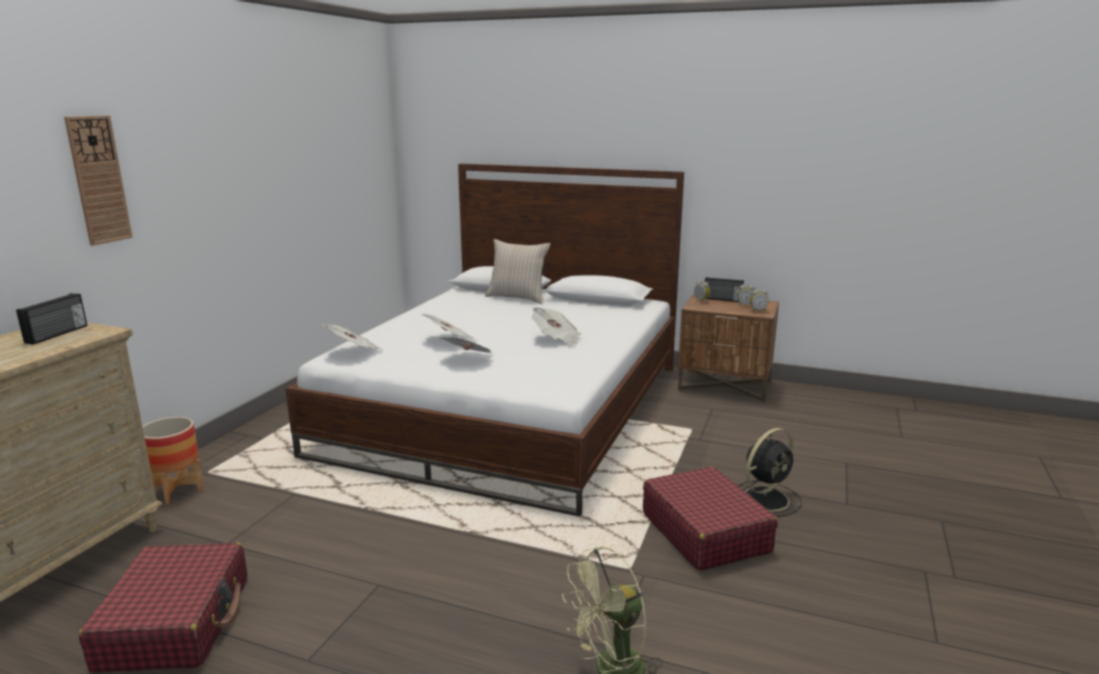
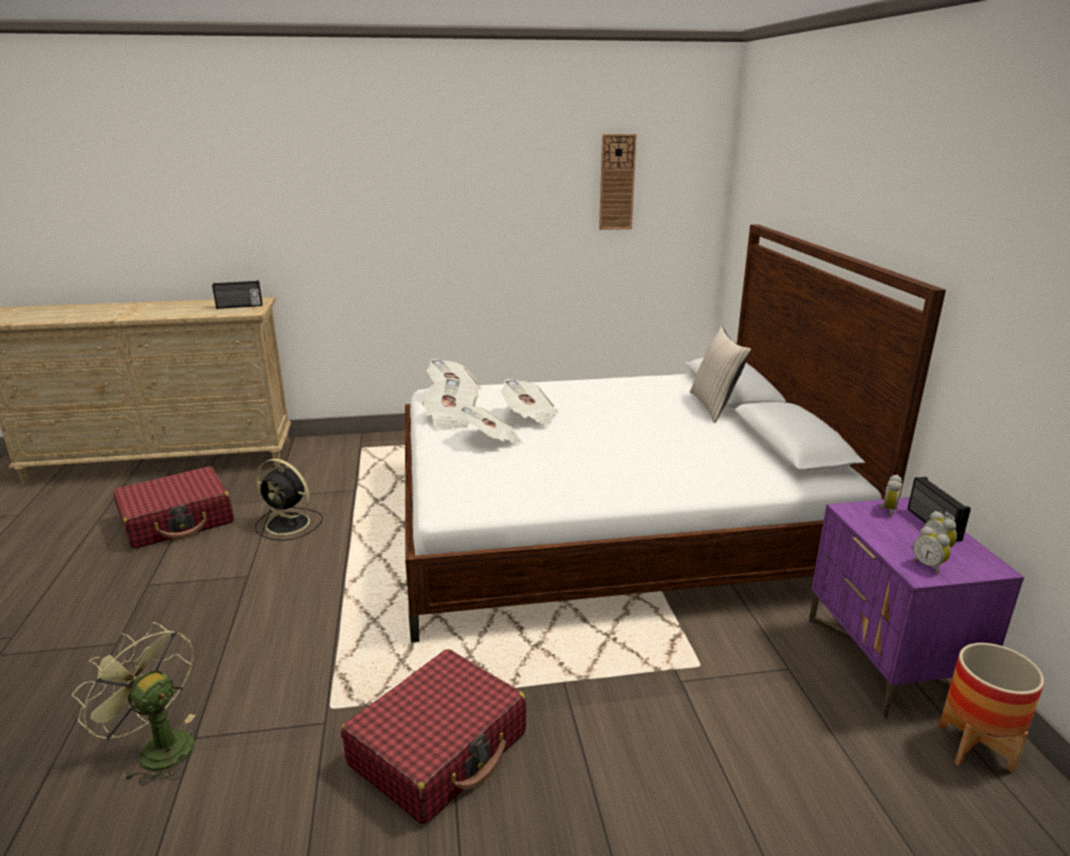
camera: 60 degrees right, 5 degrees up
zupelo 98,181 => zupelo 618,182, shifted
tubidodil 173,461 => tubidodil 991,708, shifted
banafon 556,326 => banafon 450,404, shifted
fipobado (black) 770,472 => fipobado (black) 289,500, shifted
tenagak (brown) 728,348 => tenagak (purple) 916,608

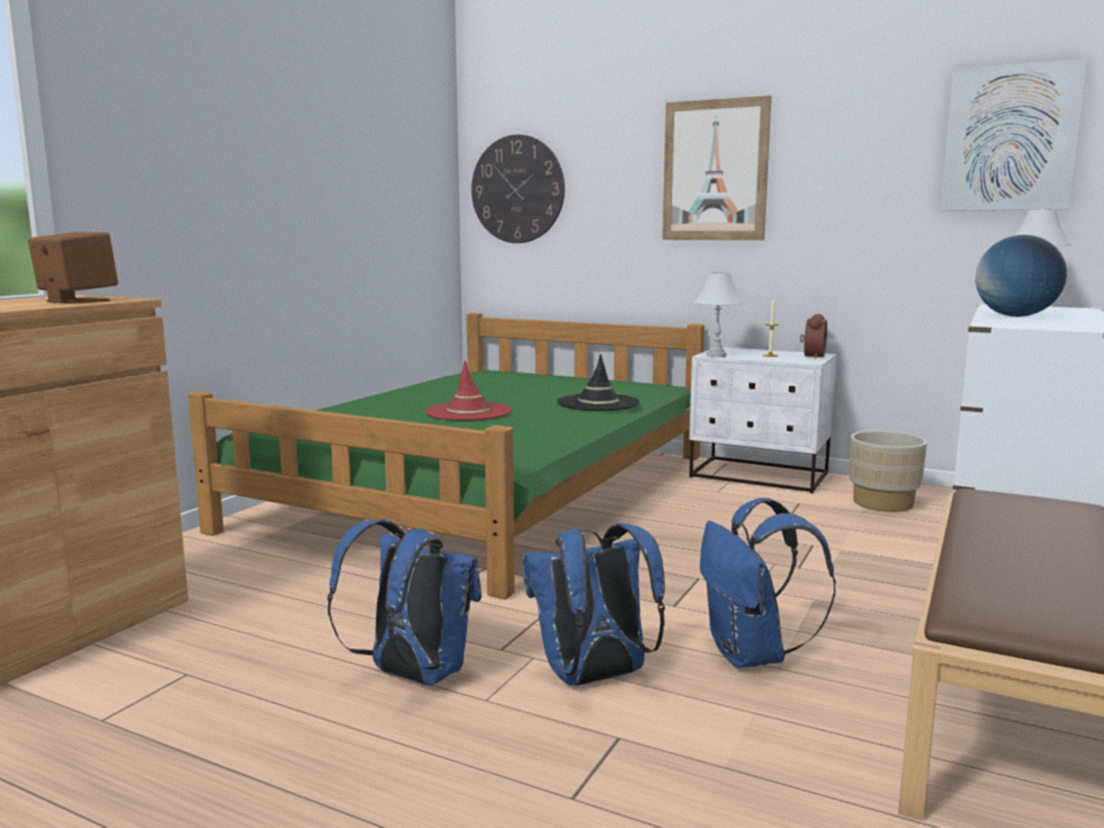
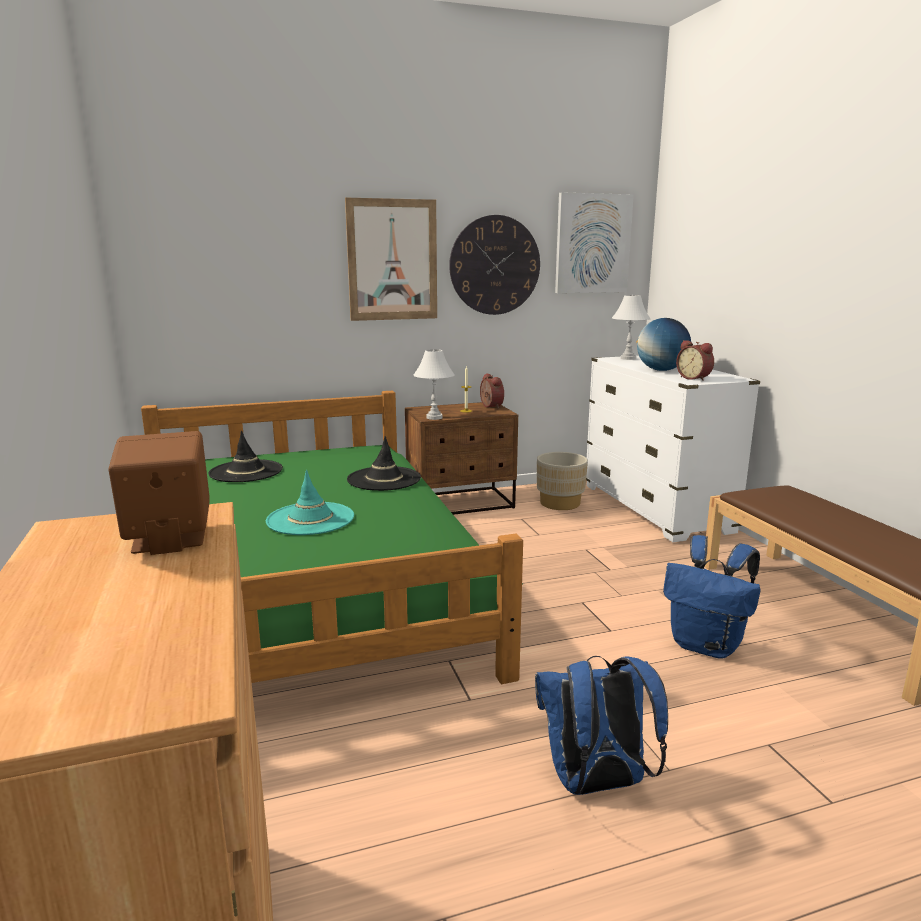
camera: 45 degrees left, 5 degrees up
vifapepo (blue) 593,604 => nothing
nothing => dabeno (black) 245,456
nothing => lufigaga 695,360
zupelo 518,188 => zupelo 494,265, shifted
dabeno (red) 468,391 => dabeno (turquoise) 310,502
tenagak (white) 763,420 => tenagak (brown) 461,458

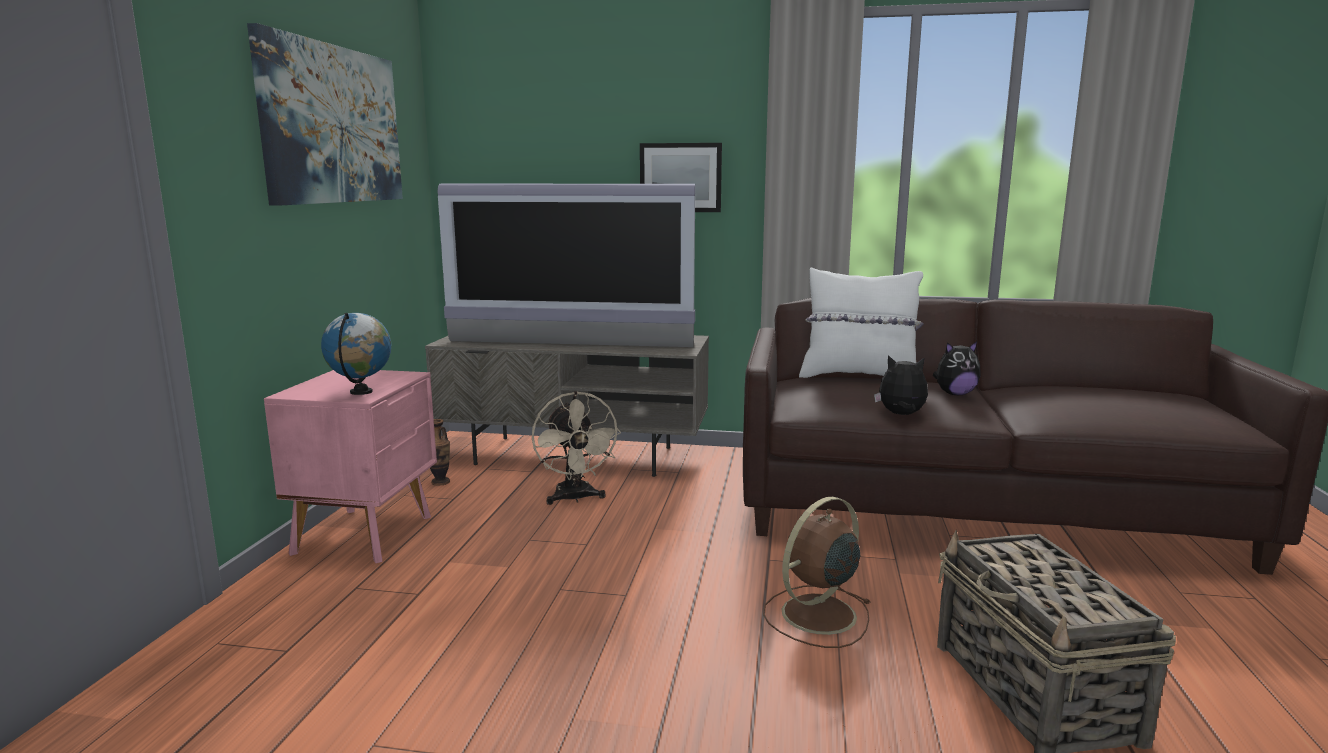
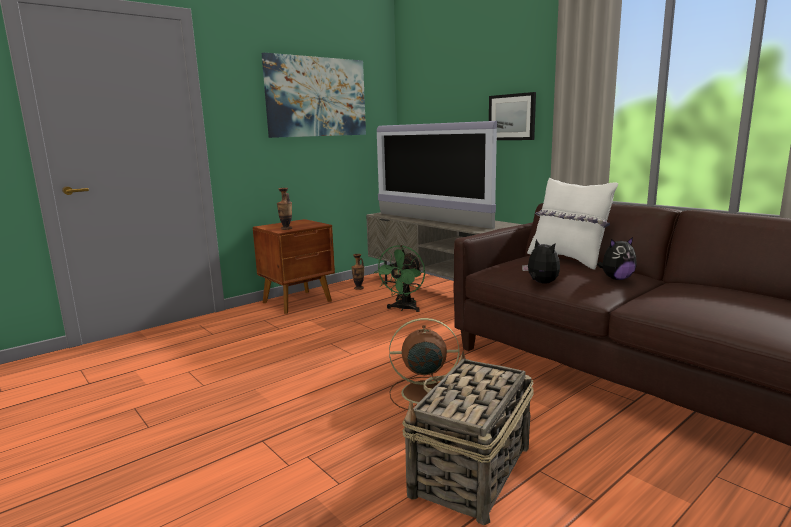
camera: 40 degrees right, 0 degrees up
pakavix 356,354 => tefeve 284,209
tenagak (pink) 350,466 => tenagak (brown) 294,266
fipobado (beige) 576,448 => fipobado (green) 399,278
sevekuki 957,368 => sevekuki 617,258, 45 degrees counterclockwise

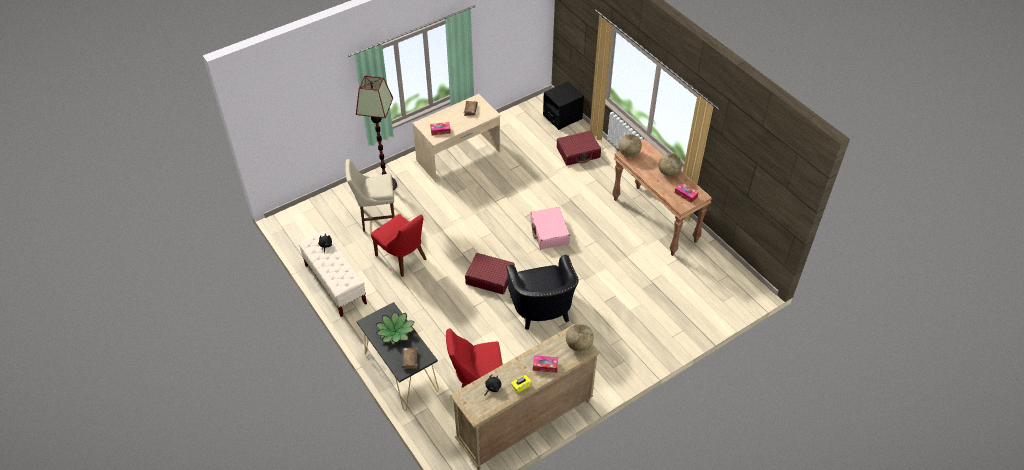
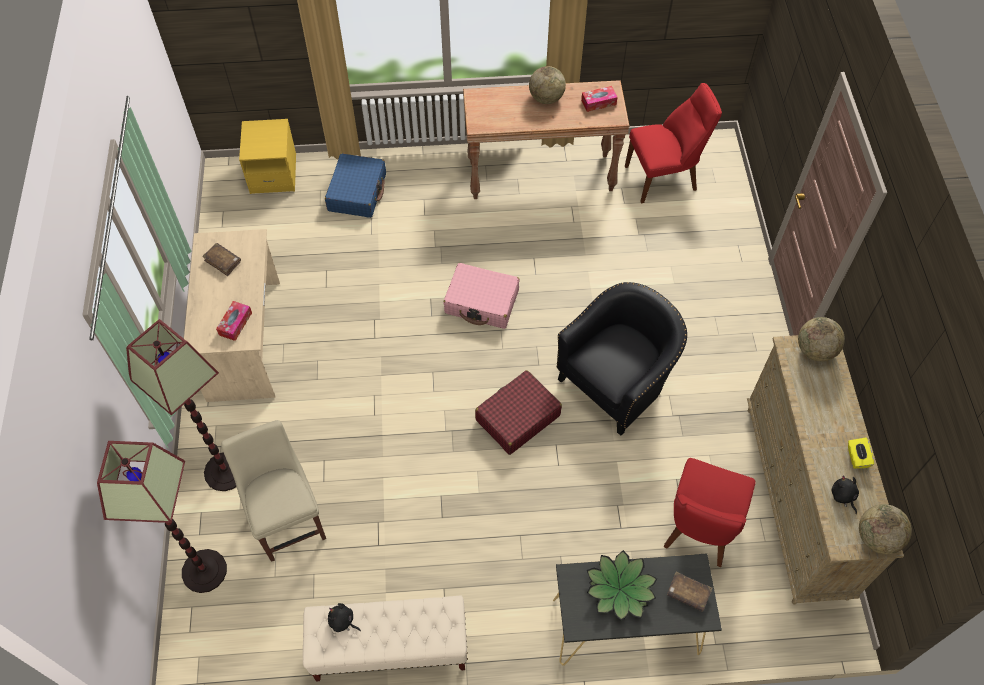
camera: 60 degrees left, 10 degrees up
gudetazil 545,364 => nothing
nothing => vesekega 162,517
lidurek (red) 398,245 => lidurek (red) 673,143, shifted
pakavix 630,145 => pakavix 885,529, shifted
tenagak (black) 563,106 => tenagak (yellow) 267,156
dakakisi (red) 579,148 => dakakisi (blue) 355,185
lidurek (beige) 370,195 => lidurek (beige) 273,491, 135 degrees clockwise
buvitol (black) 542,292 => buvitol (black) 622,359, 60 degrees counterclockwise

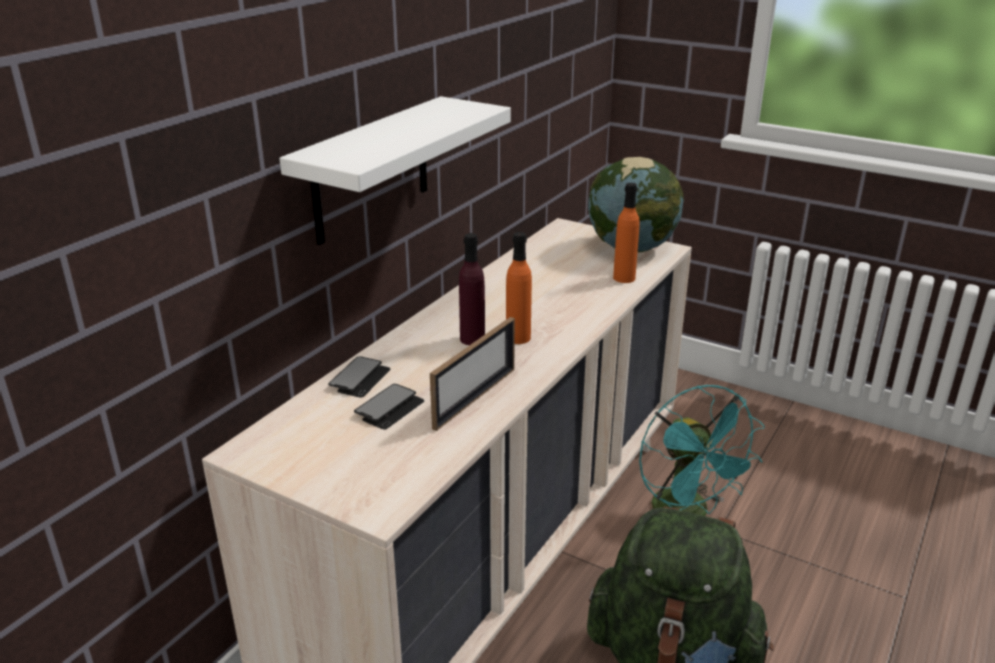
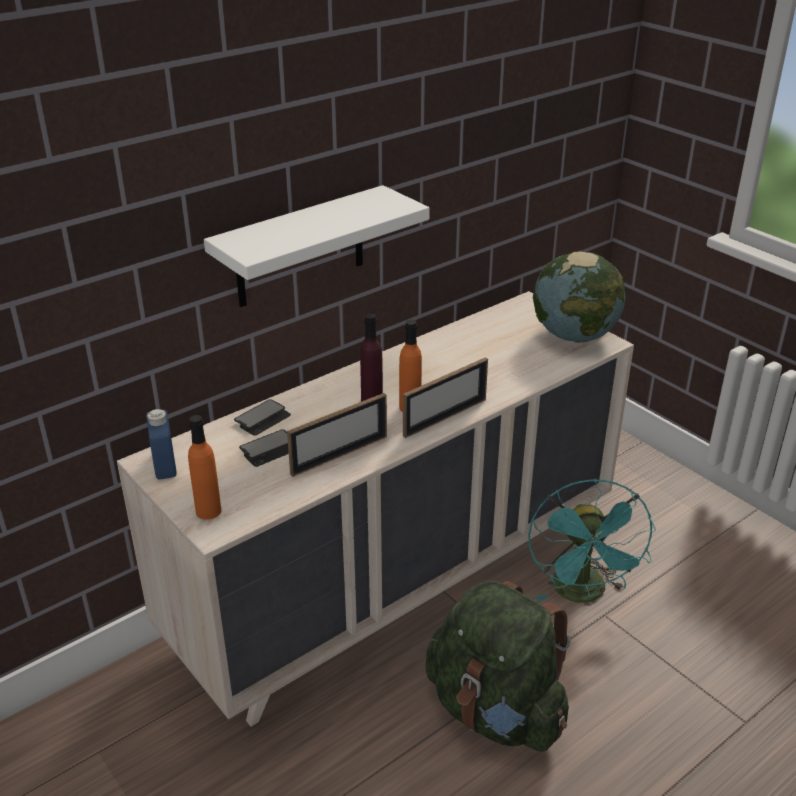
camera: 20 degrees right, 5 degrees up
nothing => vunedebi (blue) 161,444
nothing => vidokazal 445,397
vunedebi (orange) 626,233 => vunedebi (orange) 204,467, shifted

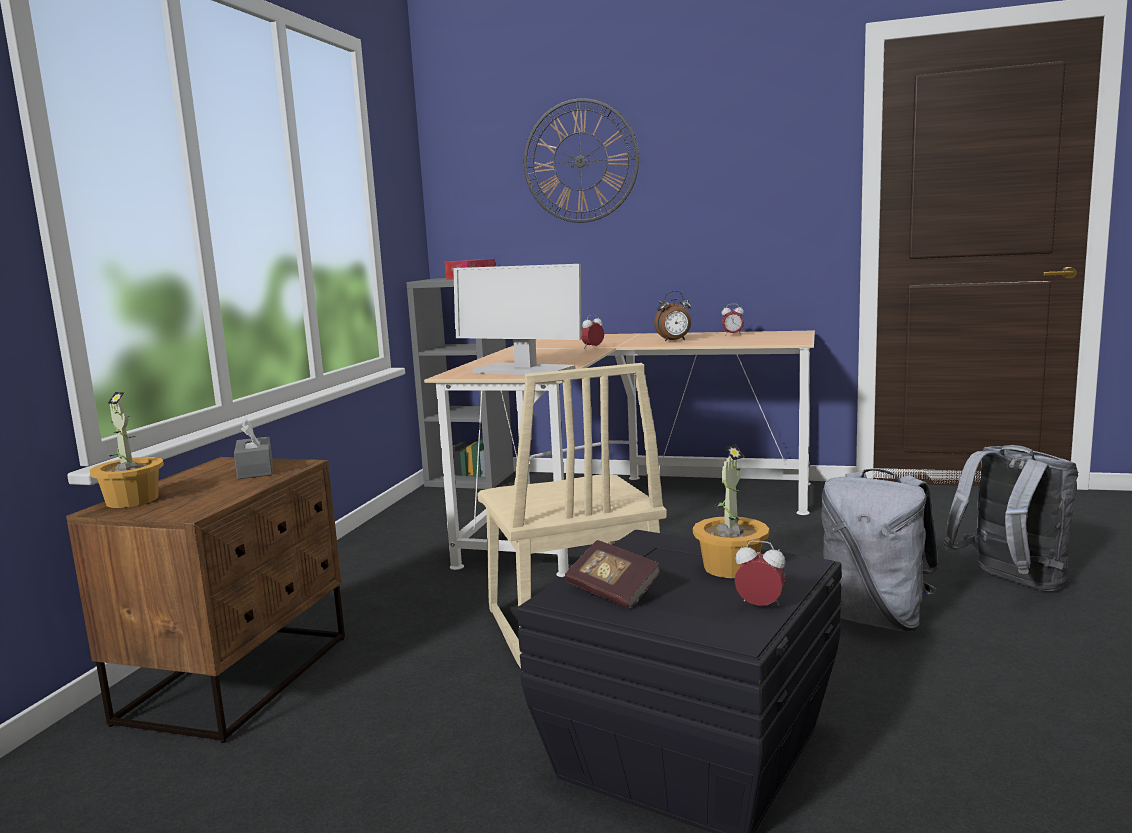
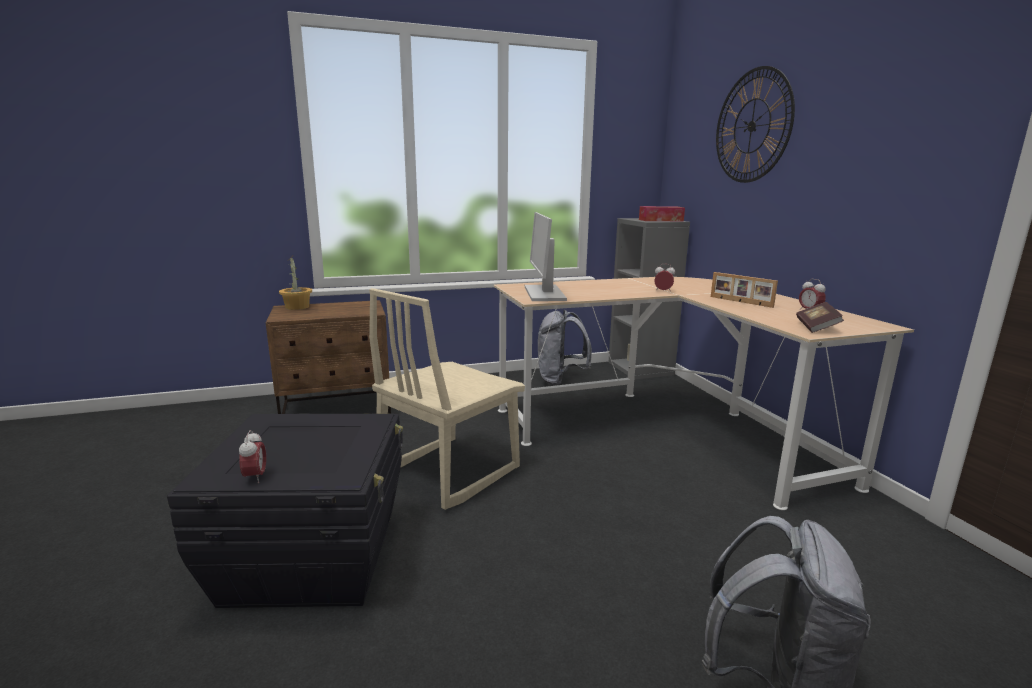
camera: 55 degrees right, 5 degrees up
gudetazil (grey) 253,449 => nothing
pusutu 731,511 => nothing
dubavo 613,574 => dubavo 820,317, shifted
vifapepo (grey) 880,550 => vifapepo (grey) 565,347, shifted
lufigaga 672,316 => vidokazal 744,290

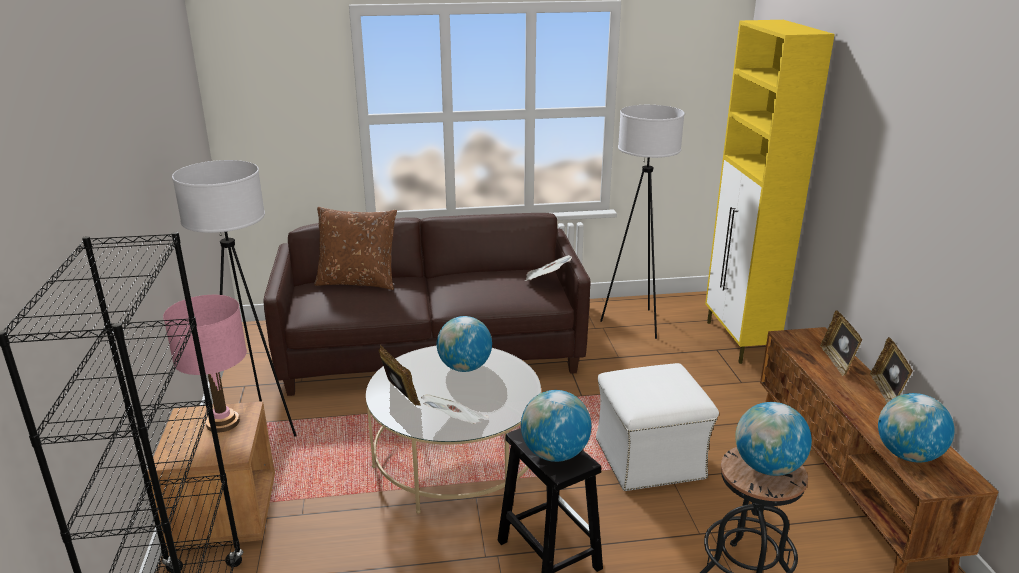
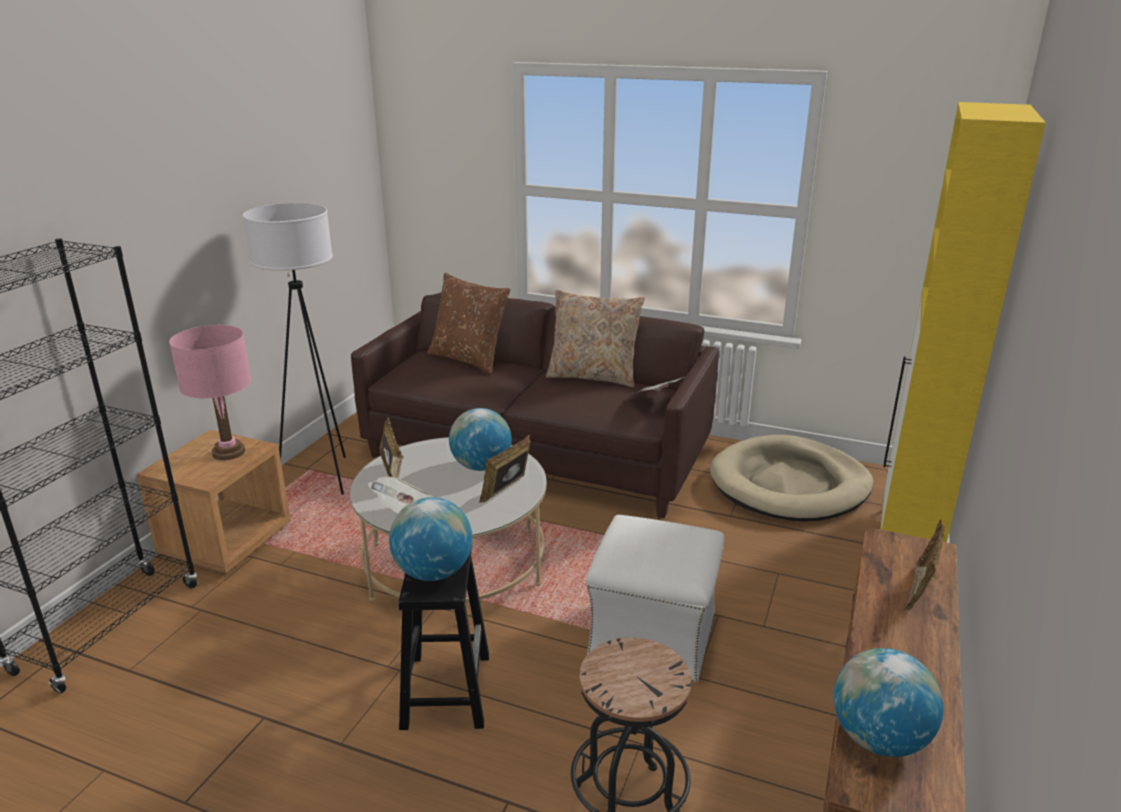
camera: 30 degrees right, 0 degrees up
pakavix 773,439 => nothing
nothing => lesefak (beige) 595,338
vidokazal 891,370 => vidokazal 505,469, shifted
vesekega (white) 642,222 => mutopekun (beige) 792,478

